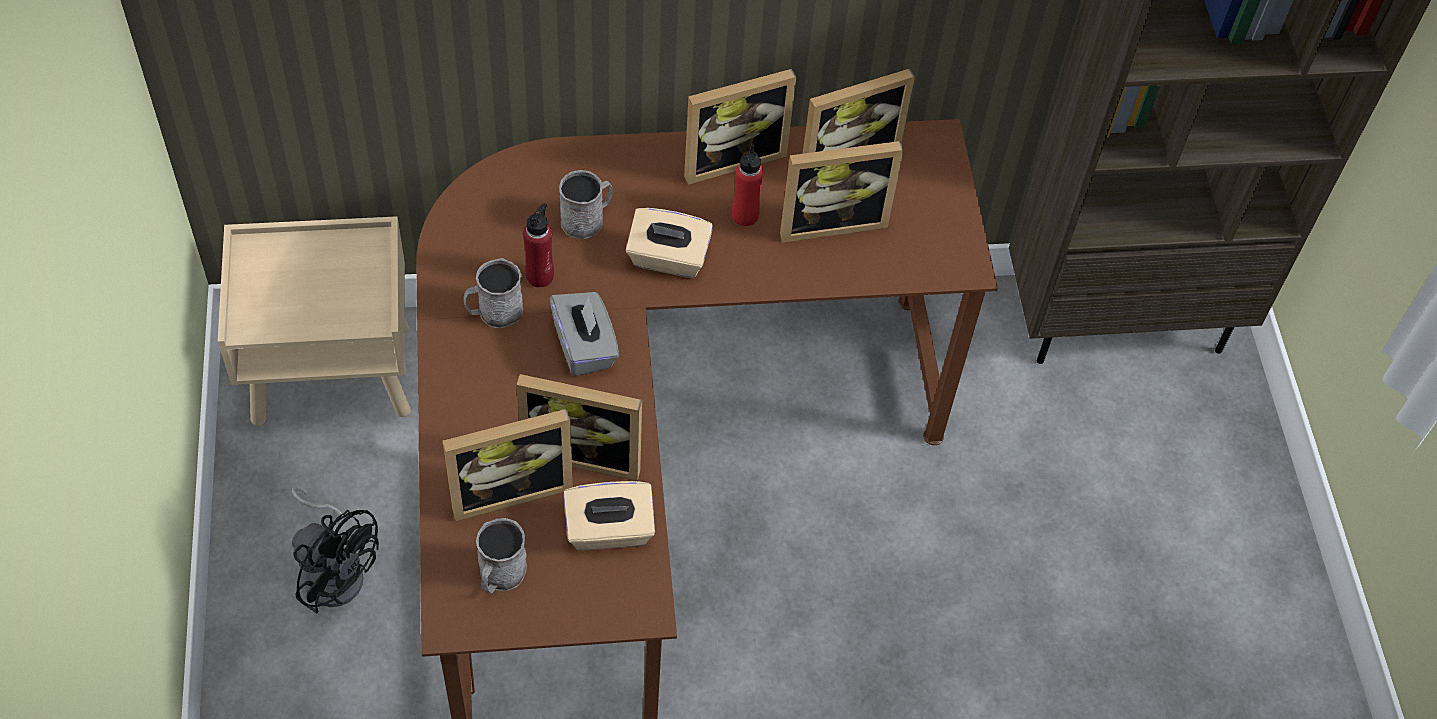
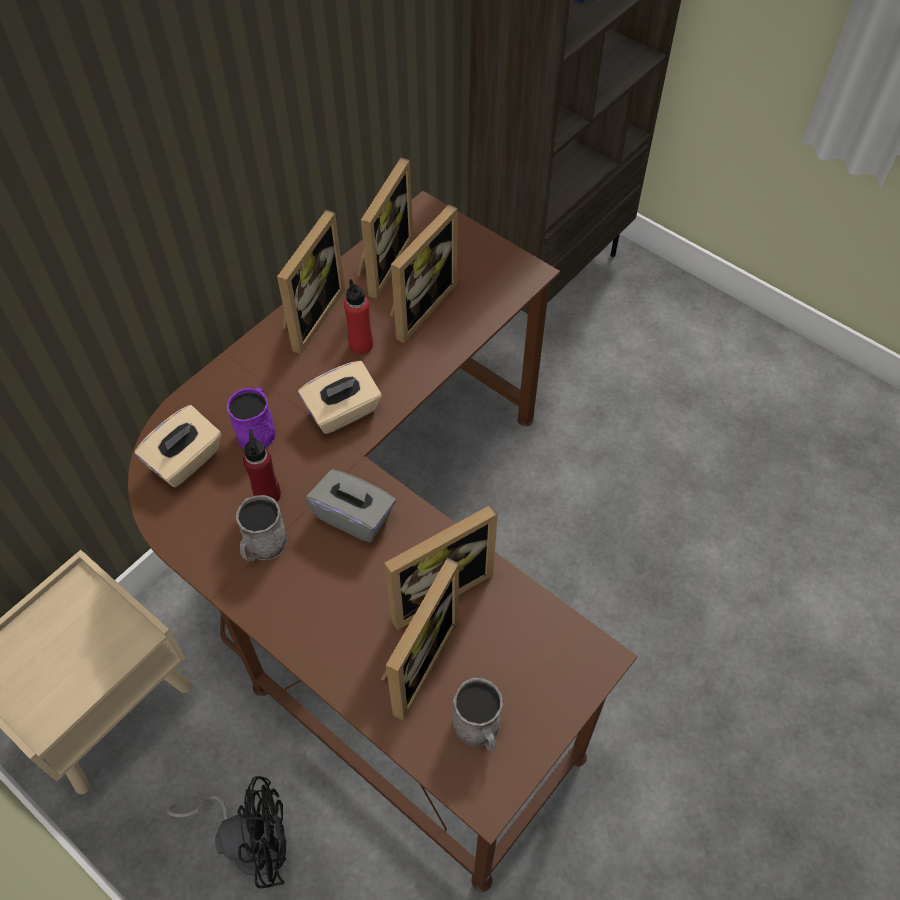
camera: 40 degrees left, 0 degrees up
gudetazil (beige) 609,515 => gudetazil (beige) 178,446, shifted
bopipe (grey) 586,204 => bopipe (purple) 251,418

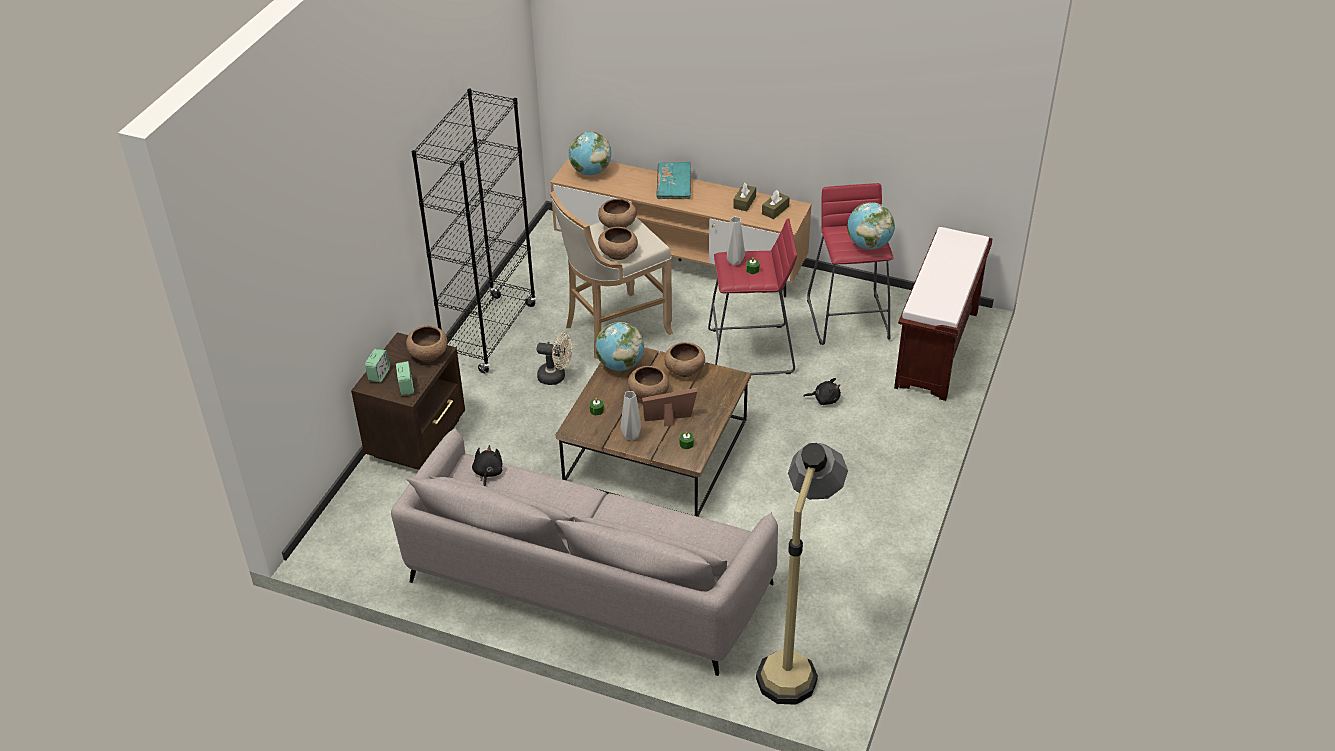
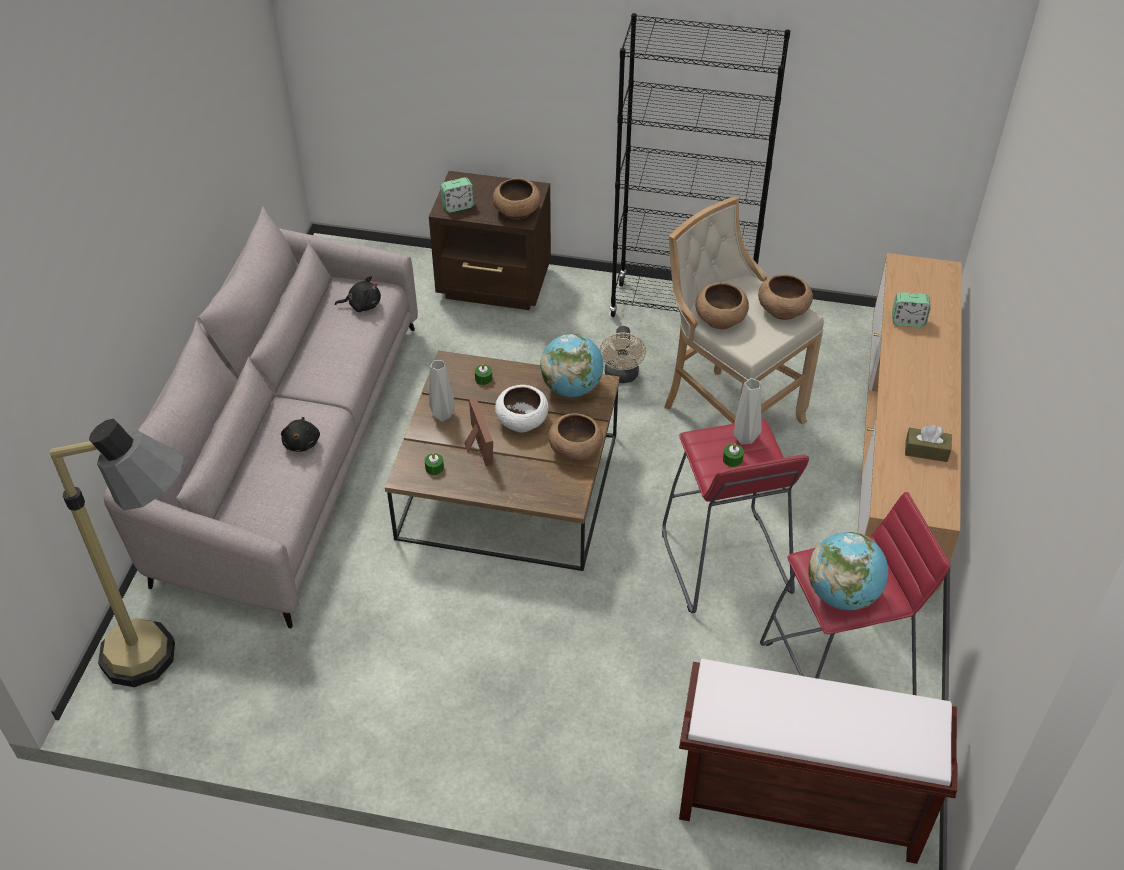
camera: 80 degrees right, 5 degrees up
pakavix 589,153 => nothing
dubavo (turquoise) 673,180 => nothing
gudetazil (brown) 776,204 => nothing
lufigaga 377,366 => lufigaga 911,309, shifted
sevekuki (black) 822,391 => sevekuki (black) 300,434, shifted
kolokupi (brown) 648,383 => kolokupi (white) 522,408

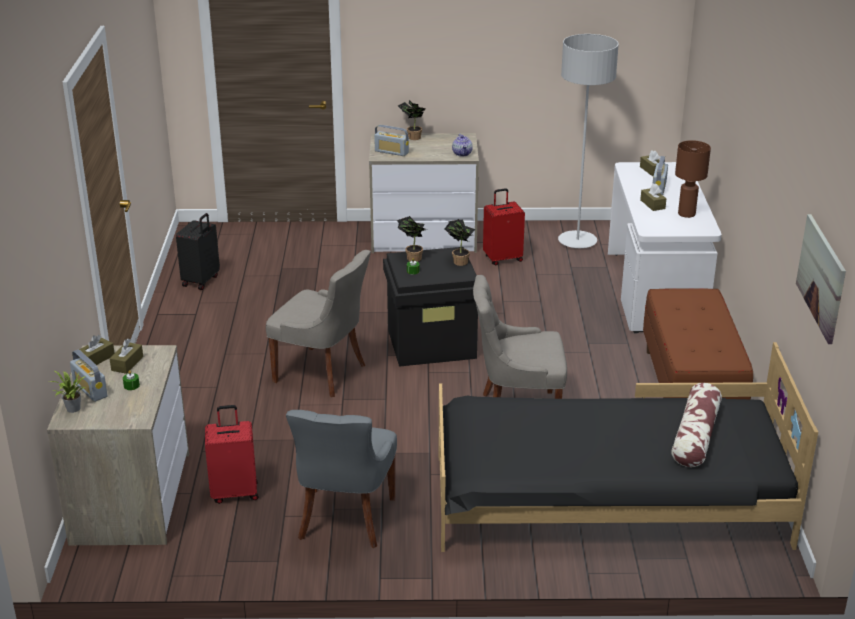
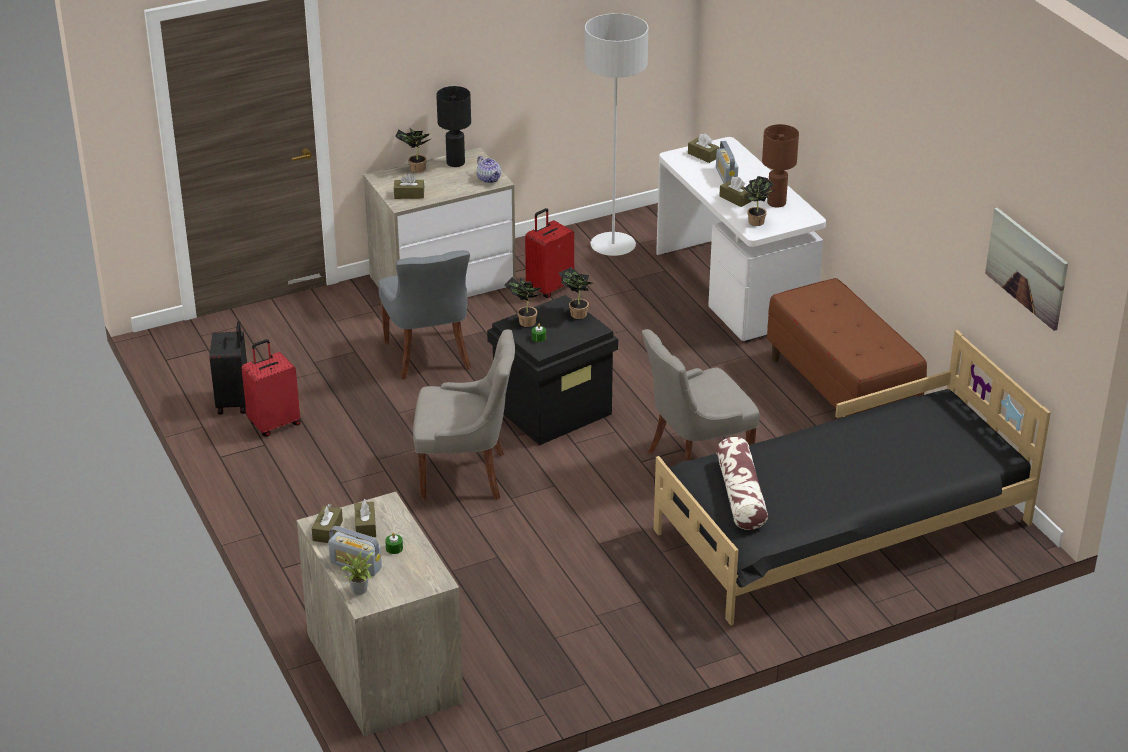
camera: 25 degrees left, 5 degrees up
nothing => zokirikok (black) 453,126
nothing => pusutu 759,201
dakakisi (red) 231,454 => dakakisi (red) 271,388, shifted
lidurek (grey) 341,479 => lidurek (grey) 424,315, shifted
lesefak 696,425 => lesefak 742,483, shifted
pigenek 391,140 => gudetazil (brown) 409,186

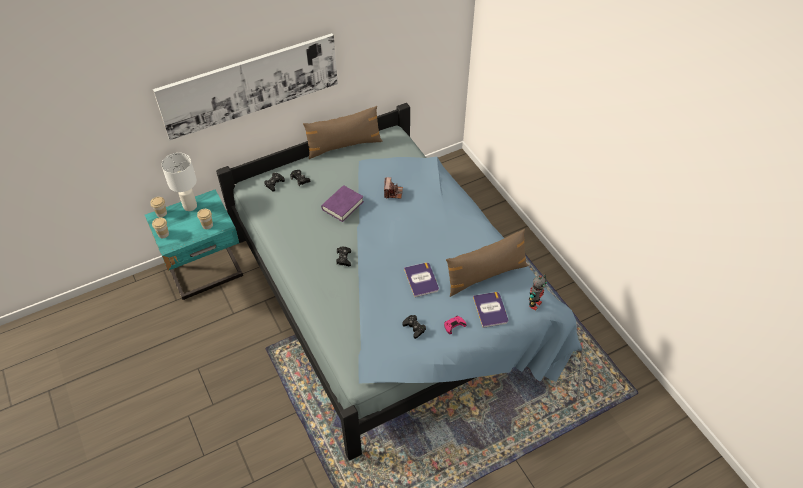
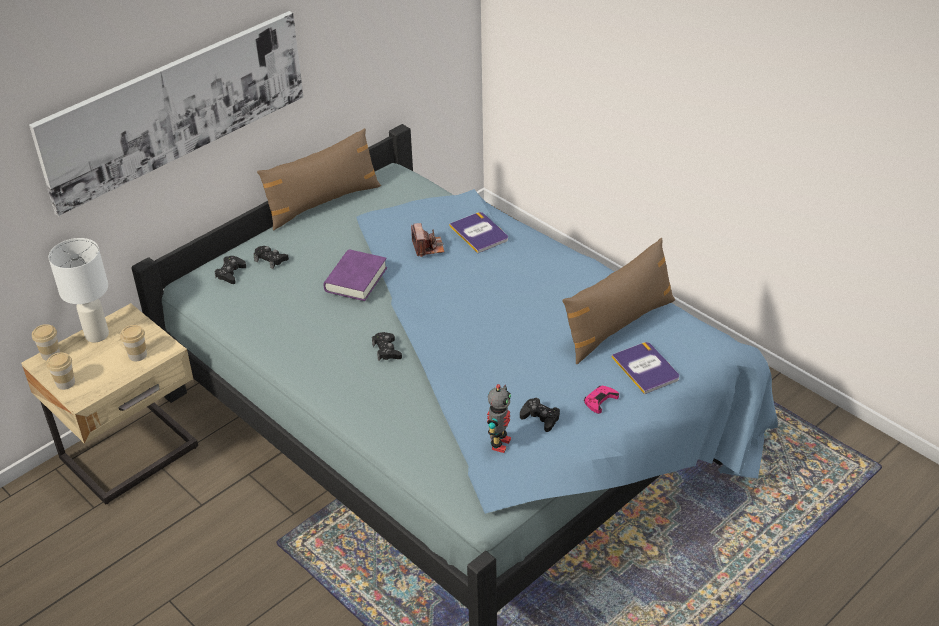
camera: 15 degrees left, 10 degrees down
dubavo 421,279 => dubavo 478,232, shifted
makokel 538,293 => makokel 499,418, shifted
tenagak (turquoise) 194,245 => tenagak (beige) 109,403

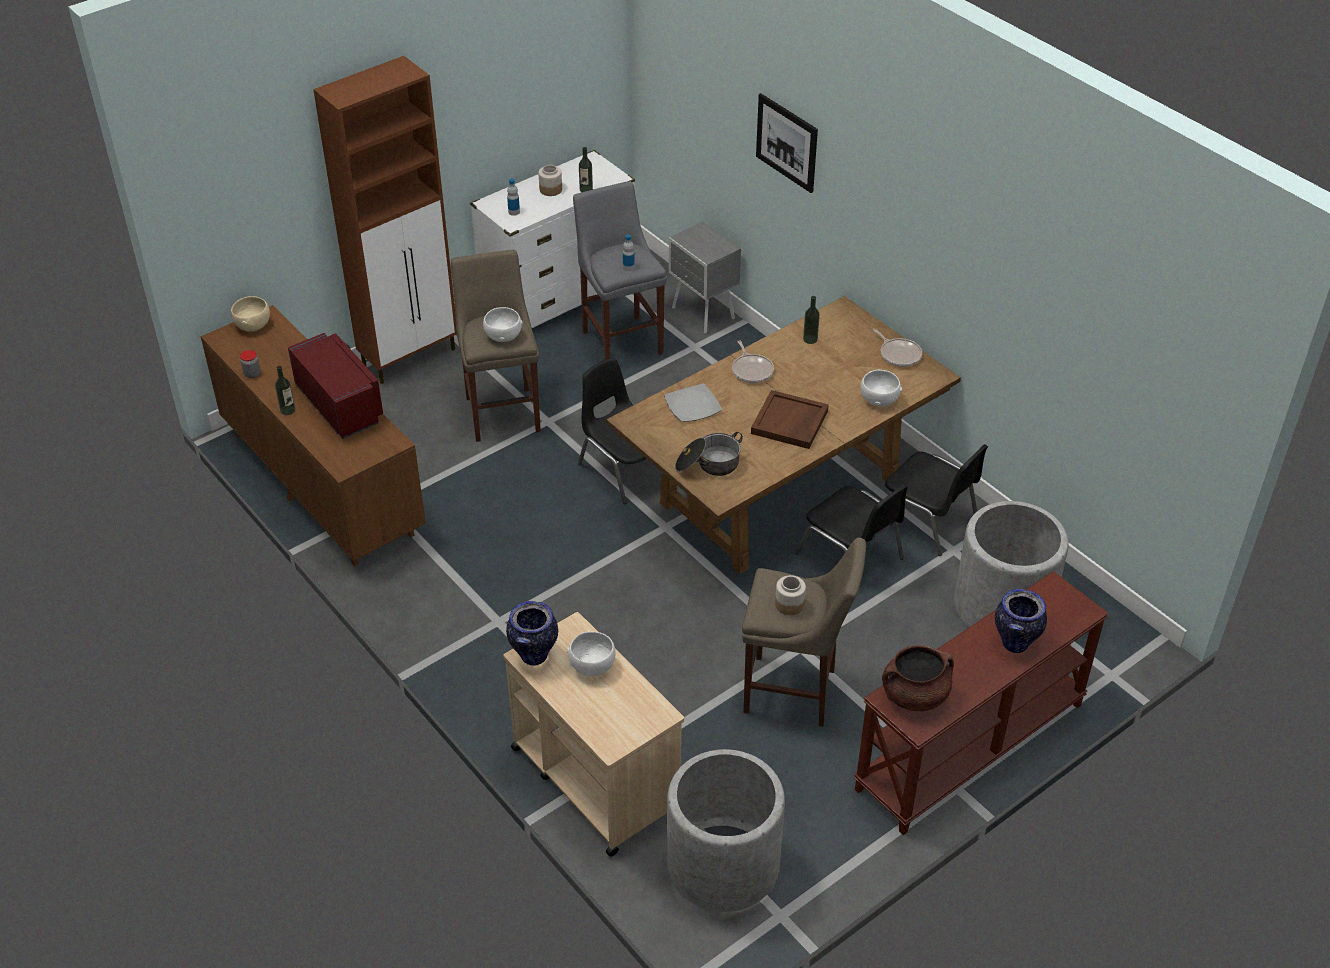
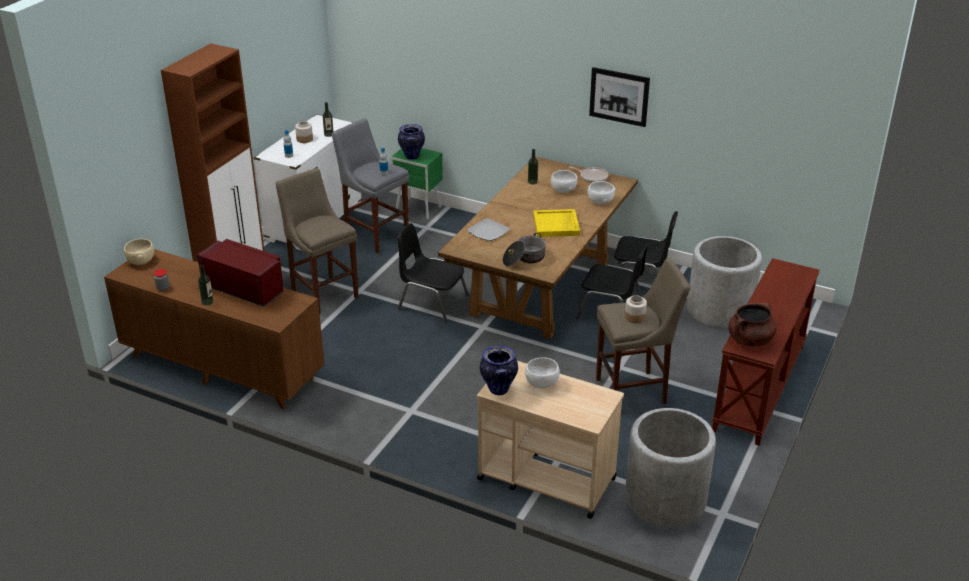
camera: 25 degrees left, 10 degrees down
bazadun 753,361 => nothing
kolokupi (white) 503,324 => kolokupi (white) 564,181, shifted
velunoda 787,143 => velunoda 619,97, shifted
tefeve 1021,621 => tefeve 411,142, shifted
tenagak (grey) 705,278 => tenagak (green) 417,183
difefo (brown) 790,419 => difefo (yellow) 556,223

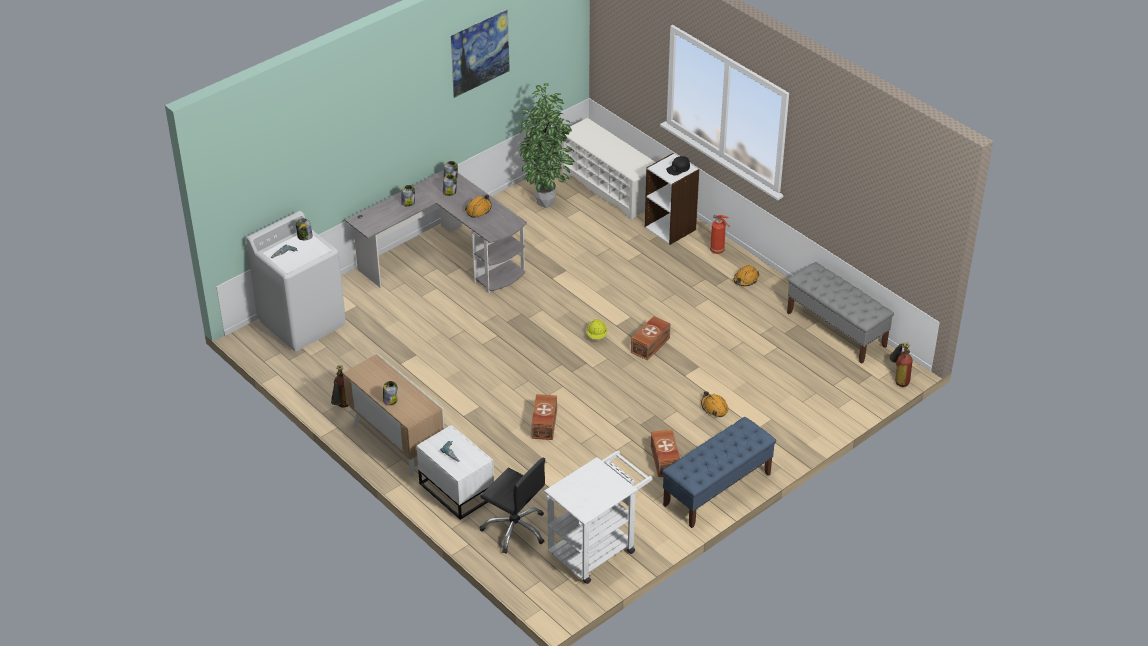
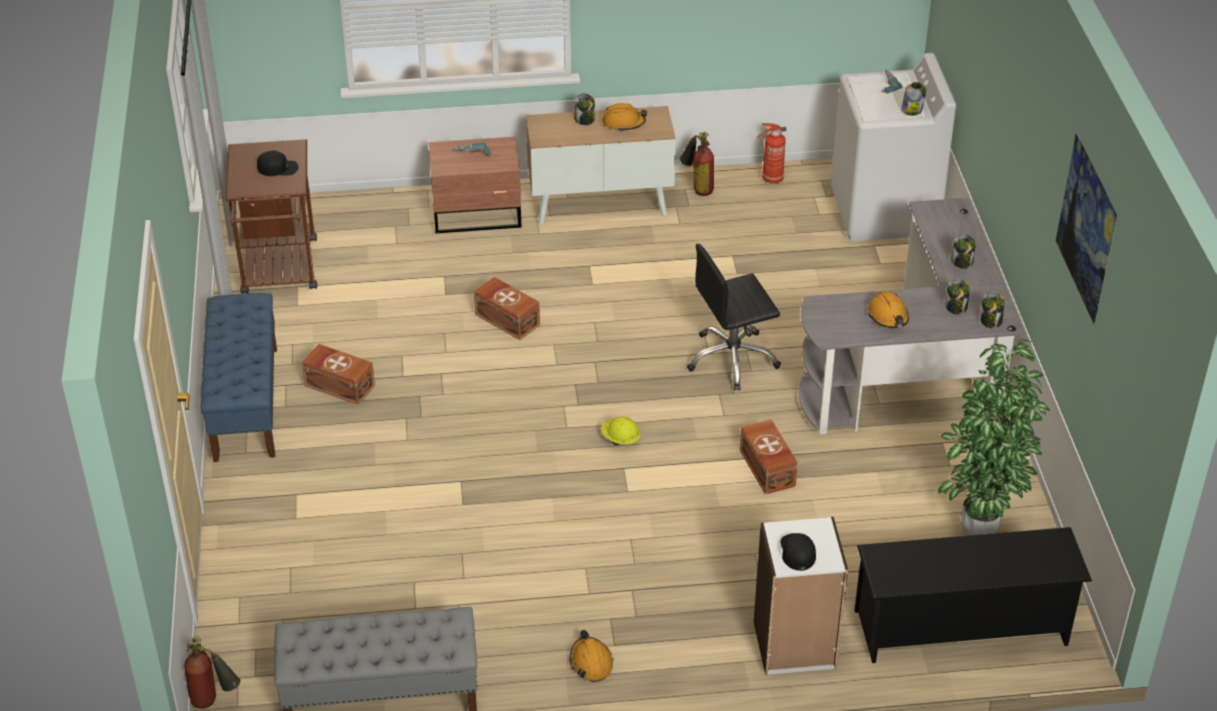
camera: 125 degrees right, 0 degrees up
nothing => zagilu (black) 278,163
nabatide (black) 512,506 => nabatide (black) 734,317, shifted
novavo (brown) 650,338 => novavo (brown) 769,456, shifted
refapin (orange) 715,404 => refapin (orange) 624,117, shifted
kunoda 720,234 => kunoda 771,153, shifted
tenagak (white) 455,472 => tenagak (brown) 475,185
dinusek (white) 598,517 => dinusek (brown) 271,216
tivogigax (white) 607,169 => tivogigax (black) 973,595

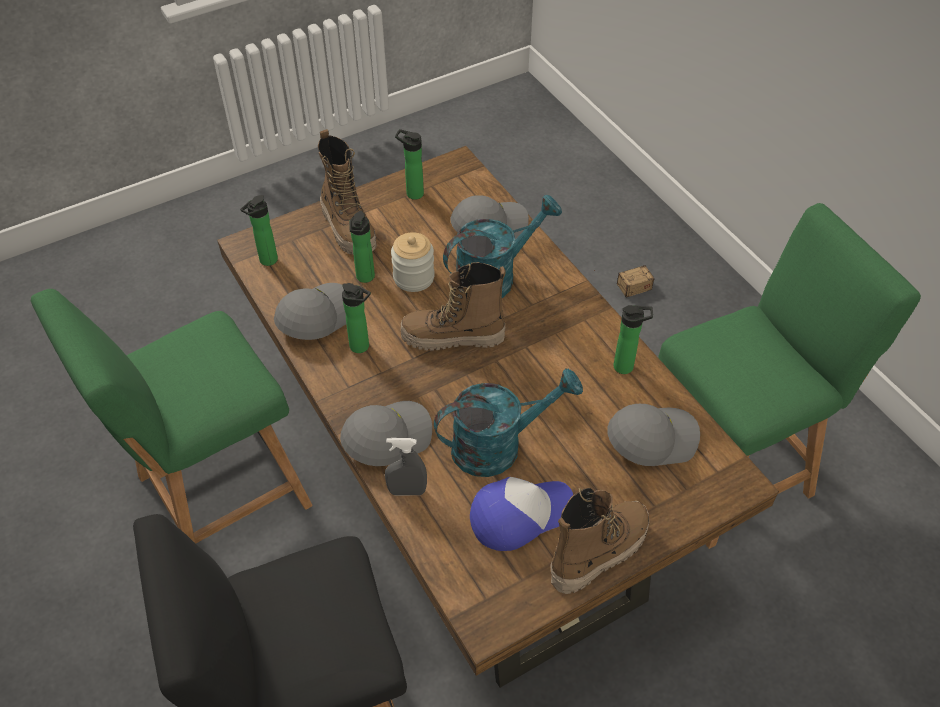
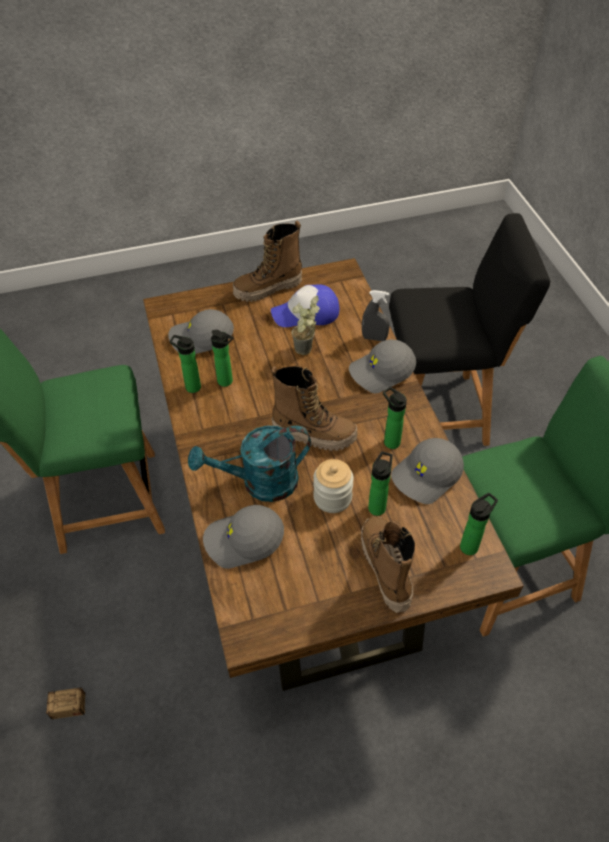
camera: 165 degrees left, 0 degrees up
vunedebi 409,164 => vunedebi 222,358, shifted
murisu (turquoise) 508,422 => pusutu 306,325

